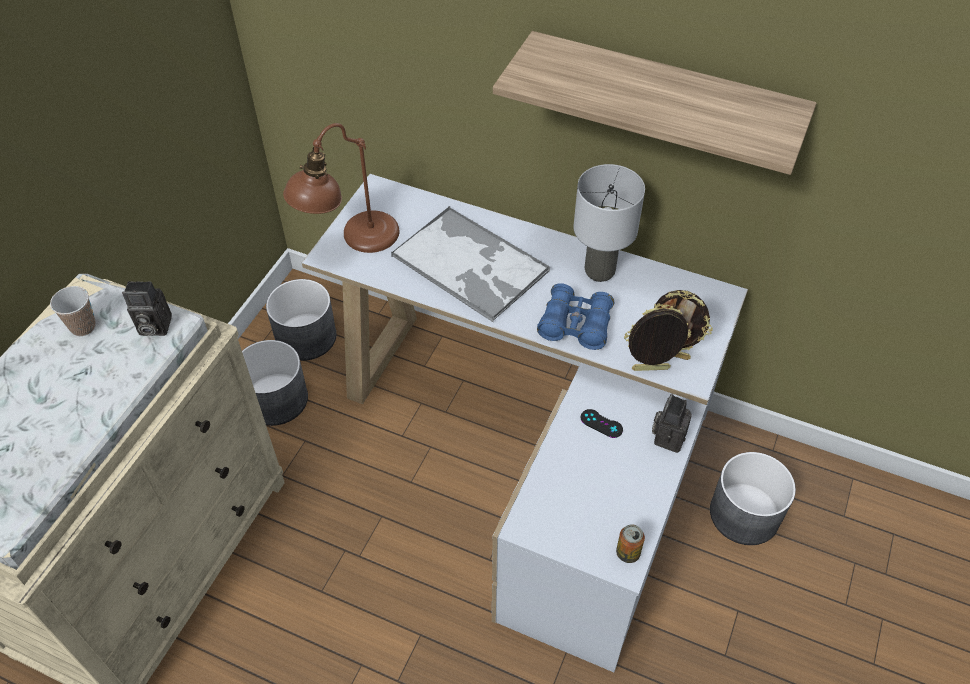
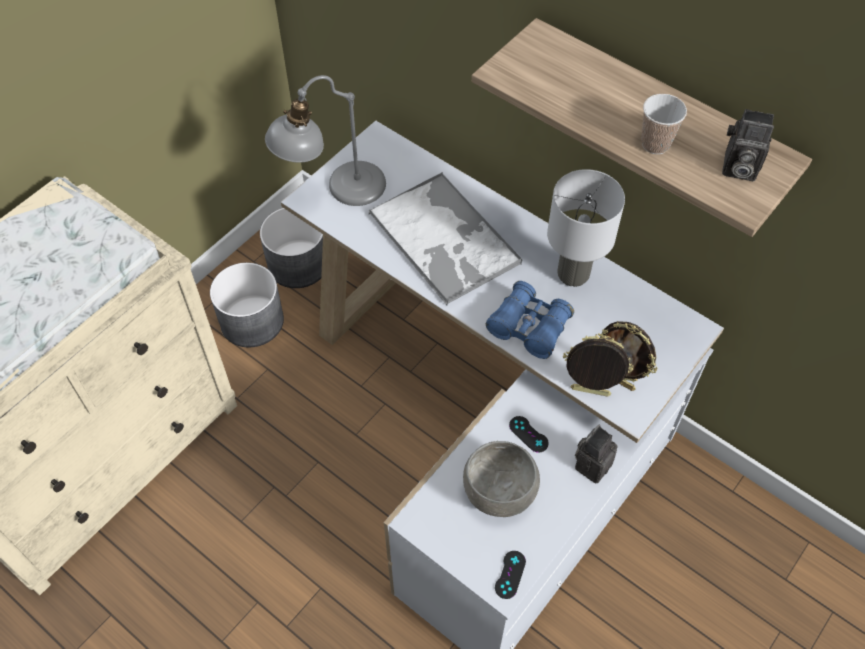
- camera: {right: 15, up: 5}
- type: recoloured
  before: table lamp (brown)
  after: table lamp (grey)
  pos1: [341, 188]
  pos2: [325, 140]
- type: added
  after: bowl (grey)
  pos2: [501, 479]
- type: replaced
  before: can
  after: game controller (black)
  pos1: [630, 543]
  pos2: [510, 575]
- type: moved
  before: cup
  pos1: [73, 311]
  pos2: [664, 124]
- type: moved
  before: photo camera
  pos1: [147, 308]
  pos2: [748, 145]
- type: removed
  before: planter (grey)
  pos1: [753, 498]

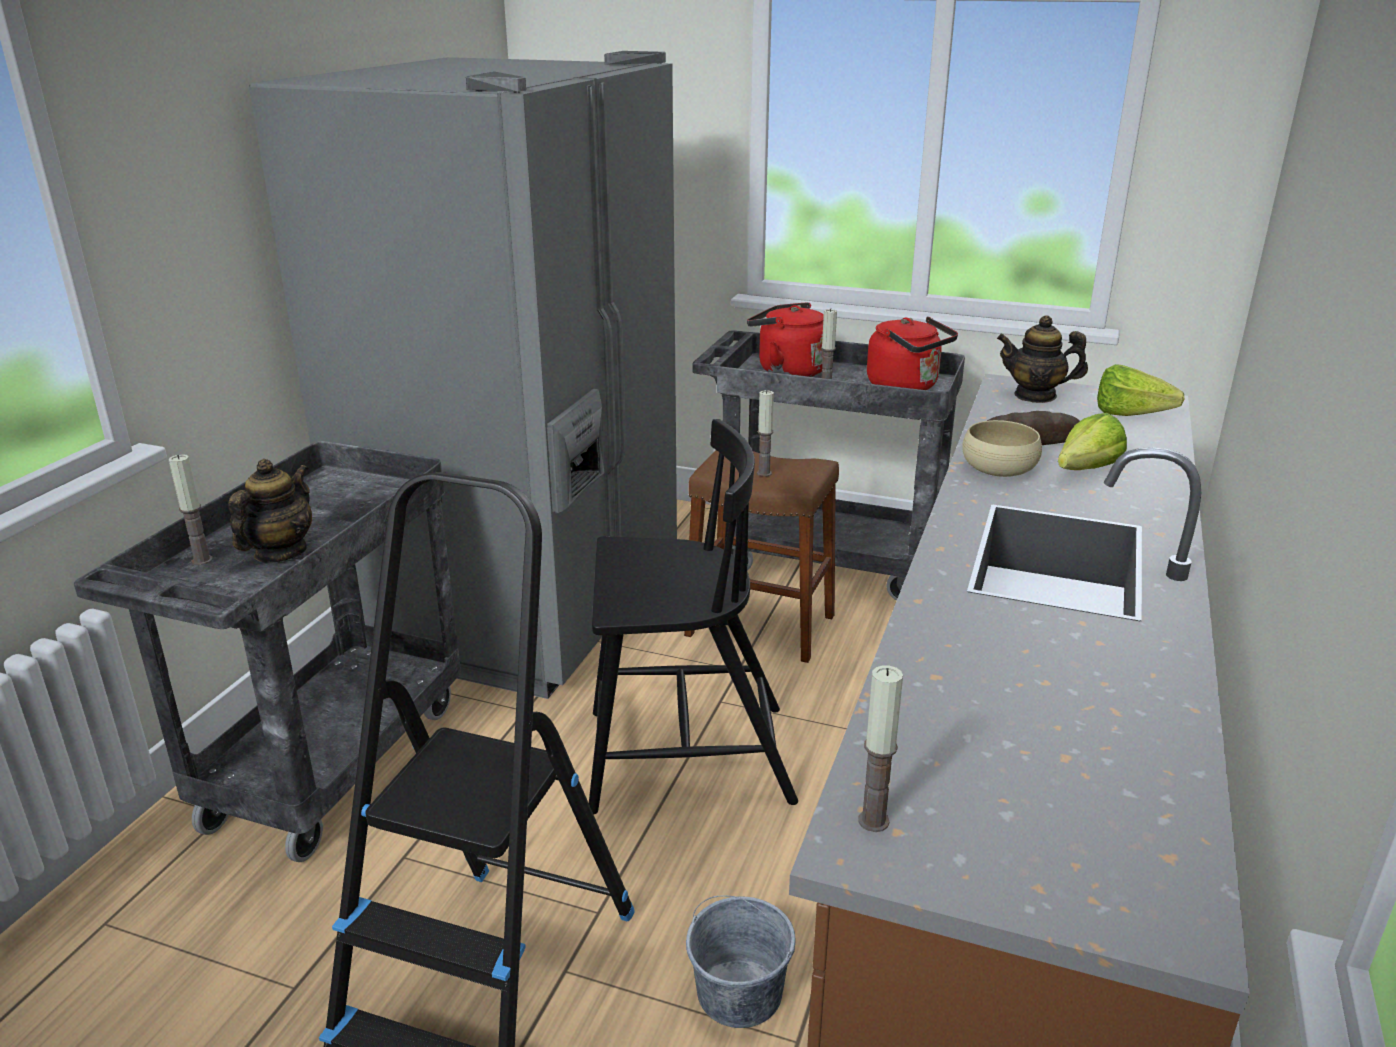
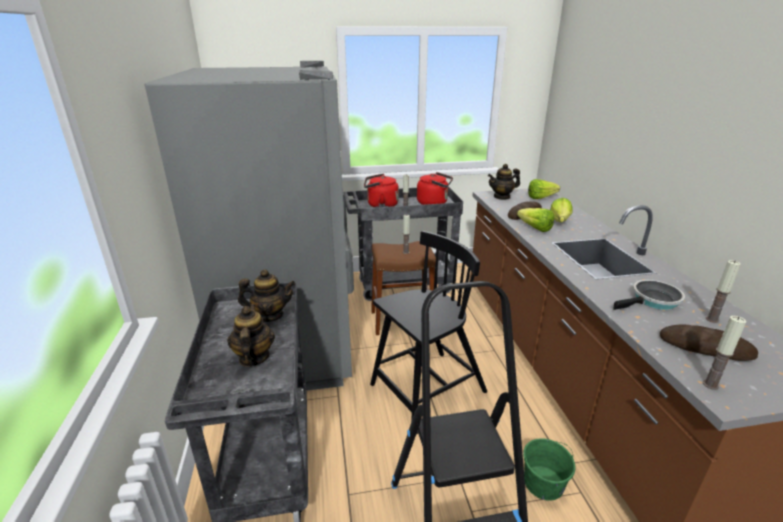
- camera: {right: -30, up: 0}
- type: added
  after: teapot
  pos2: [266, 295]
- type: replaced
  before: bowl (beige)
  after: lettuce
  pos1: [1002, 448]
  pos2: [535, 220]
- type: recoloured
  before: bucket (grey)
  after: bucket (green)
  pos1: [741, 961]
  pos2: [549, 469]
- type: added
  after: frying pan
  pos2: [649, 295]
- type: added
  after: bread
  pos2: [709, 343]
- type: moved
  before: candle
  pos1: [190, 509]
  pos2: [723, 291]

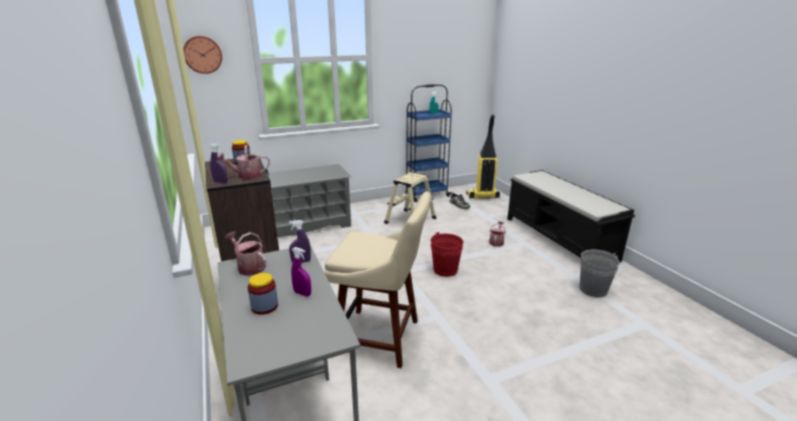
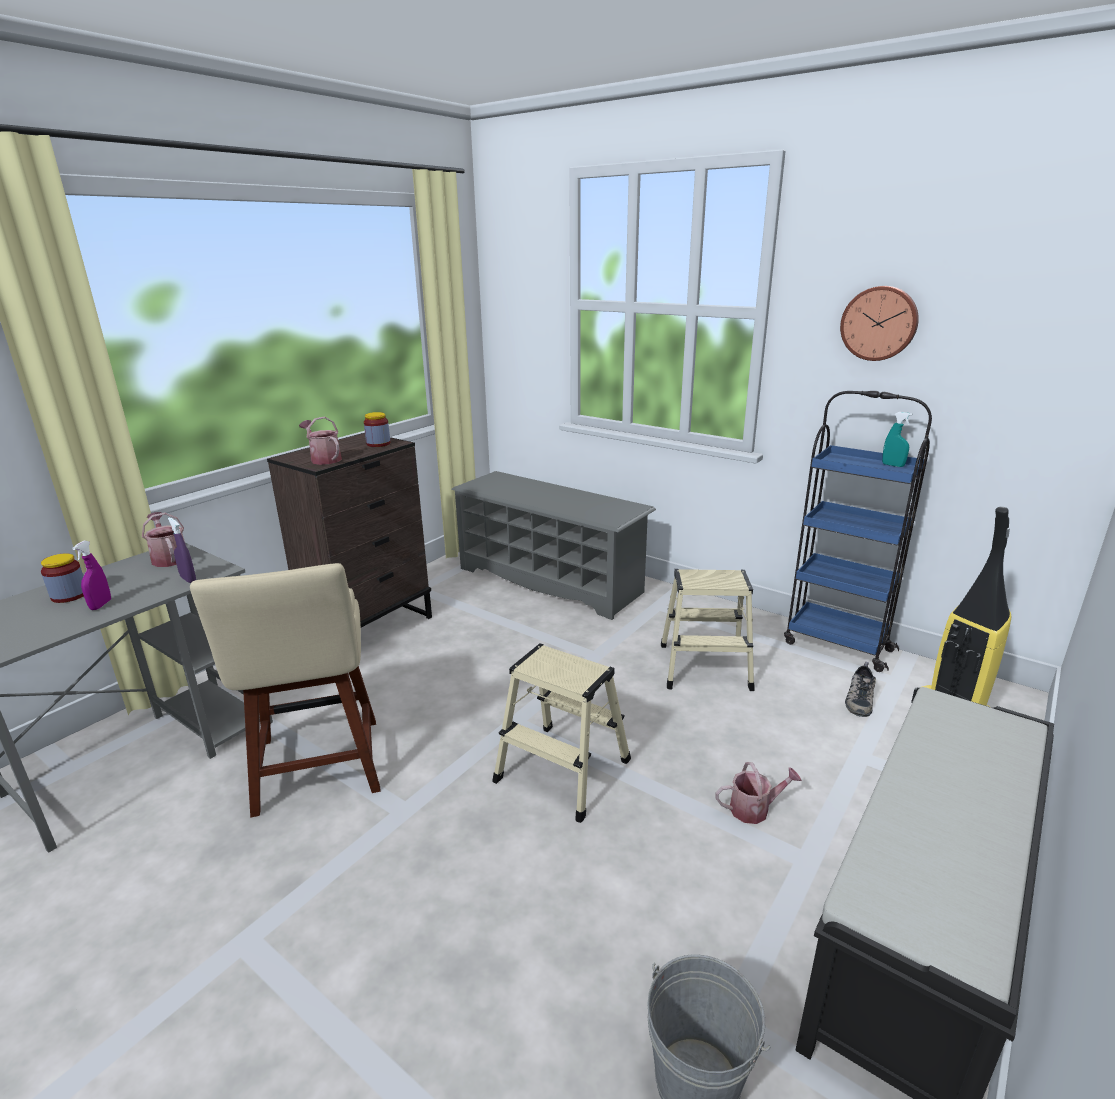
- camera: {right: 60, up: 0}
- type: turned
  before: watering can
  pos1: [245, 254]
  pos2: [164, 539]
  turn: -45
- type: replaced
  before: bucket (red)
  after: step ladder (beige)
  pos1: [446, 254]
  pos2: [561, 733]
- type: moved
  before: wall clock
  pos1: [202, 55]
  pos2: [879, 323]
- type: removed
  before: spray bottle (purple)
  pos1: [219, 163]

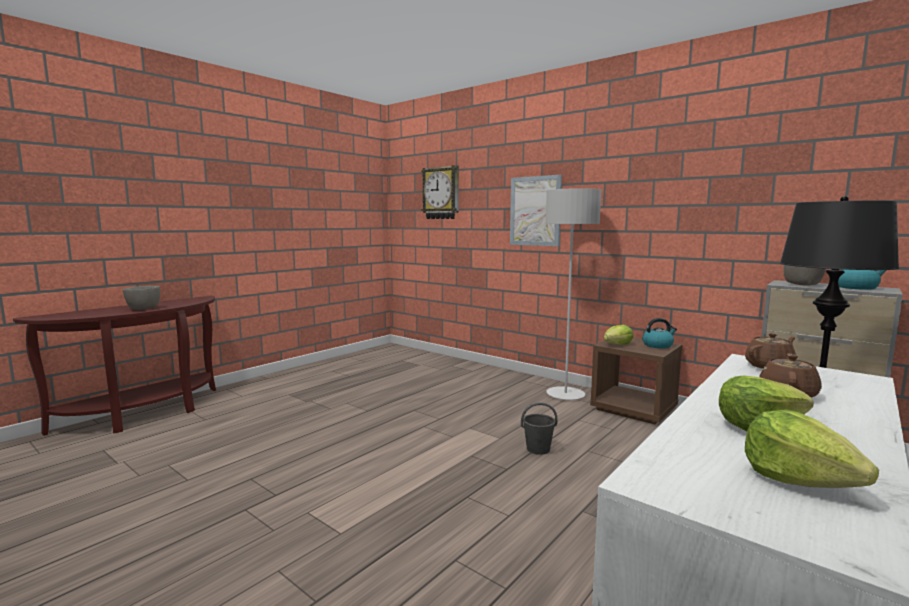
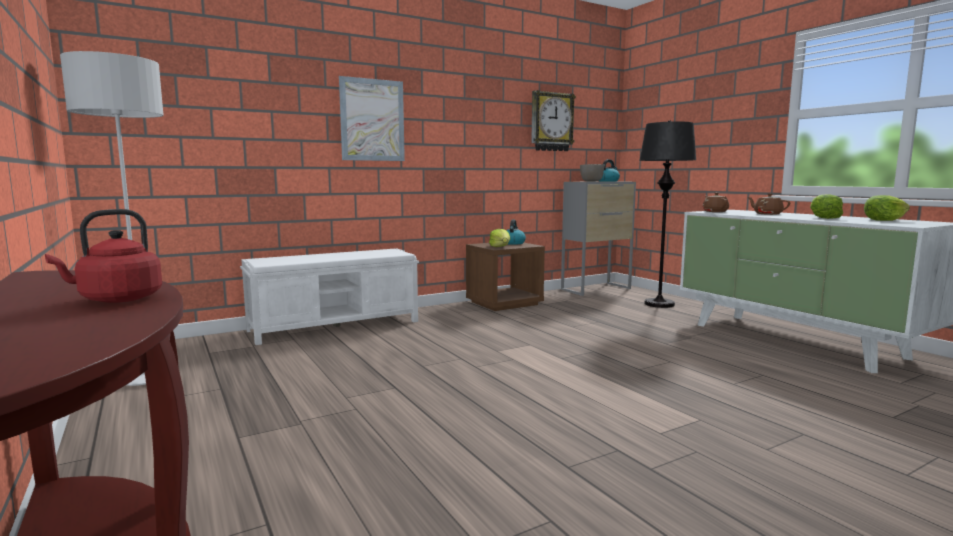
- camera: {right: -70, up: 0}
- type: replaced
  before: bowl (grey)
  after: kettle (red)
  pos1: [141, 298]
  pos2: [103, 256]
- type: moved
  before: floor lamp (grey)
  pos1: [573, 294]
  pos2: [112, 218]
- type: added
  after: bench (white)
  pos2: [329, 296]
- type: moved
  before: wall clock
  pos1: [440, 192]
  pos2: [553, 120]
- type: removed
  before: bucket (grey)
  pos1: [539, 428]

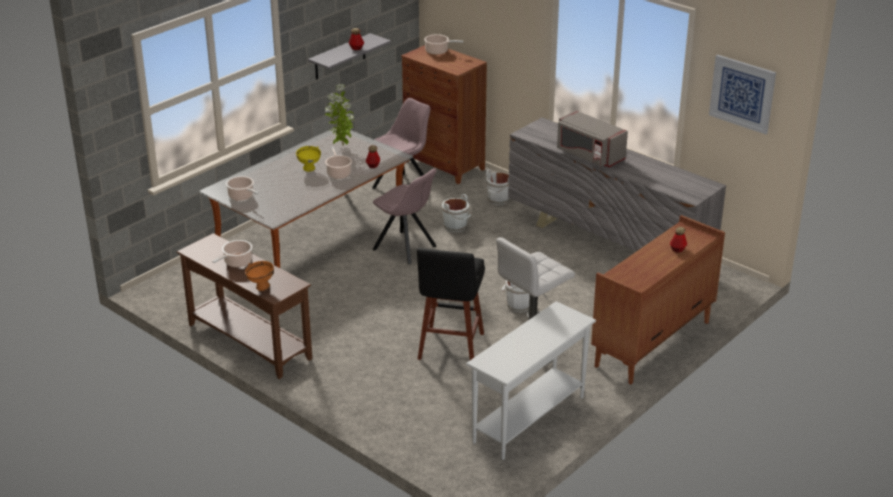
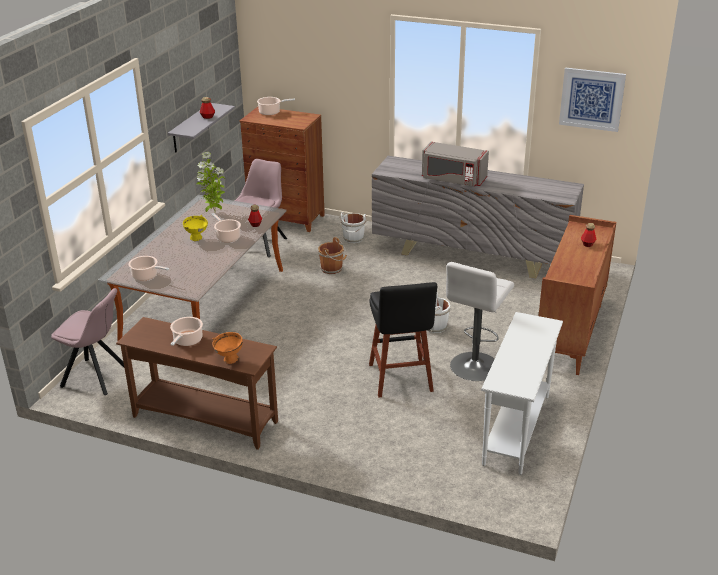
- camera: {right: -20, up: 0}
- type: moved
  before: chair (pink)
  pos1: [405, 216]
  pos2: [87, 341]
- type: recoloured
  before: bucket (white)
  after: bucket (brown)
  pos1: [457, 213]
  pos2: [332, 255]

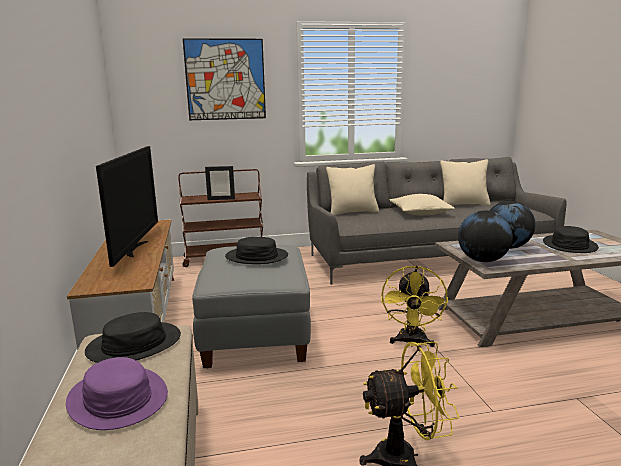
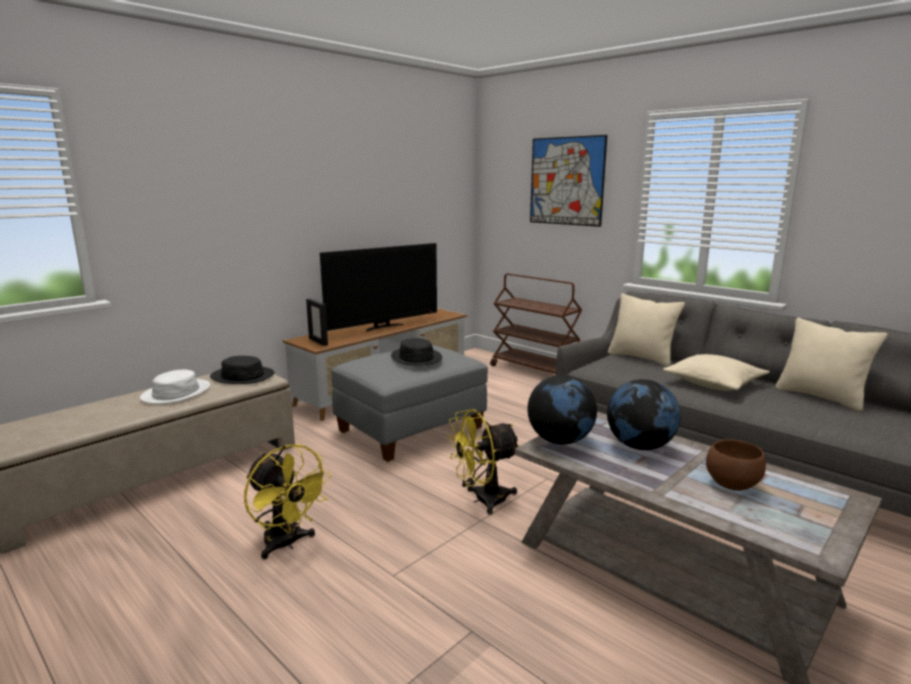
- camera: {right: 55, up: 0}
- type: recoloured
  before: hat (purple)
  after: hat (white)
  pos1: [117, 393]
  pos2: [175, 387]
- type: moved
  before: picture frame
  pos1: [220, 183]
  pos2: [317, 322]
- type: replaced
  before: hat (black)
  after: bowl (brown)
  pos1: [571, 239]
  pos2: [736, 465]

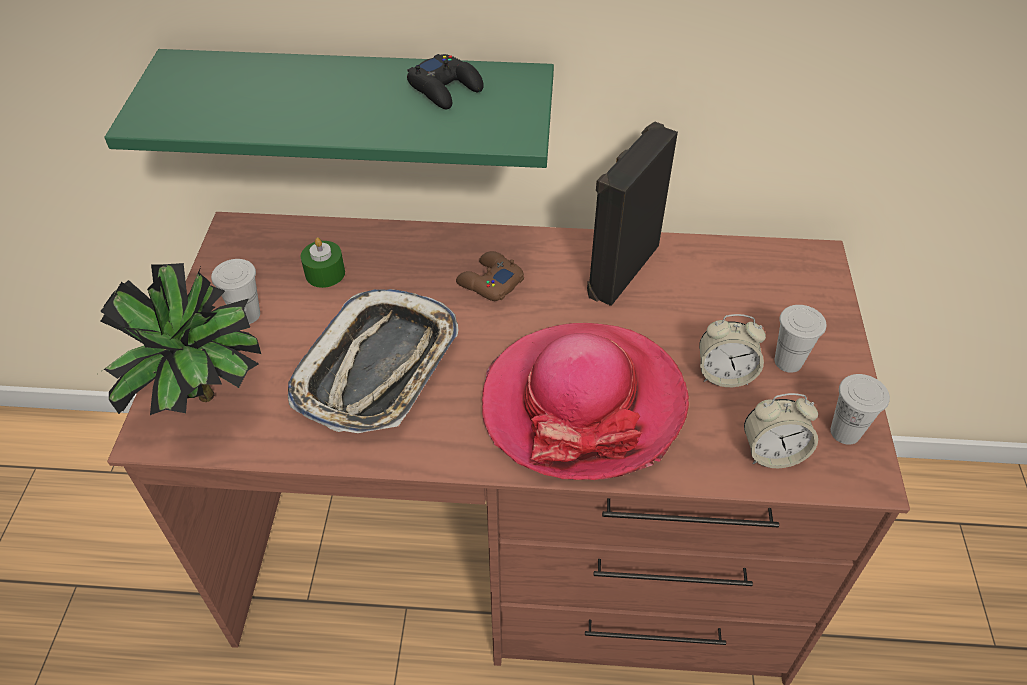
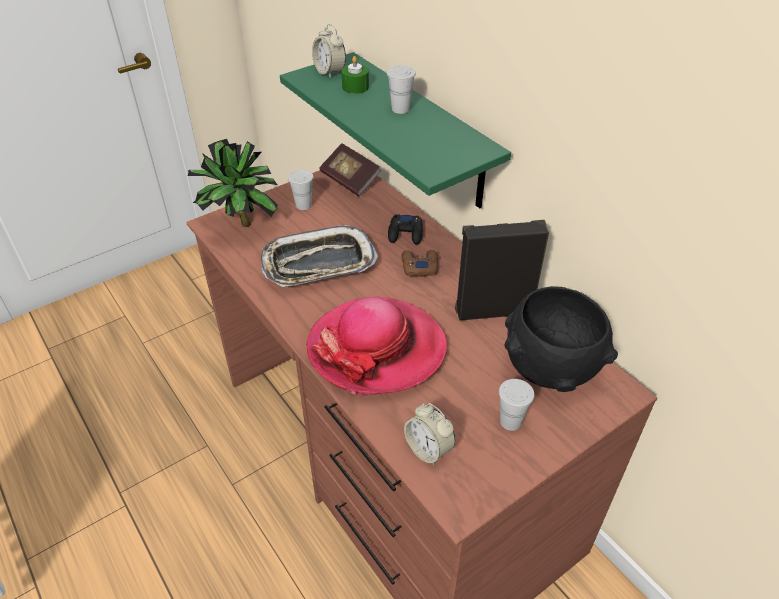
- camera: {right: 50, up: -5}
- type: moved
  before: alarm clock
  pos1: [732, 350]
  pos2: [329, 51]
- type: added
  after: book
  pos2: [350, 170]
- type: moved
  before: candle (green)
  pos1: [323, 263]
  pos2: [355, 75]
- type: moved
  before: cup (white)
  pos1: [860, 409]
  pos2: [401, 89]
- type: moved
  before: game controller (black)
  pos1: [445, 81]
  pos2: [405, 229]
- type: added
  after: bowl (black)
  pos2: [561, 339]

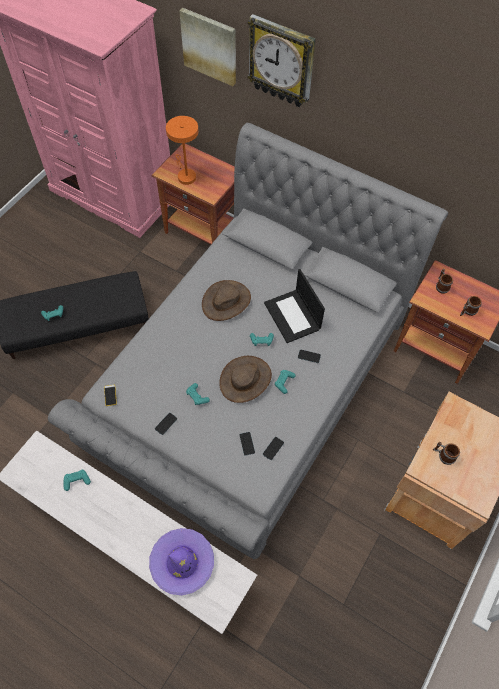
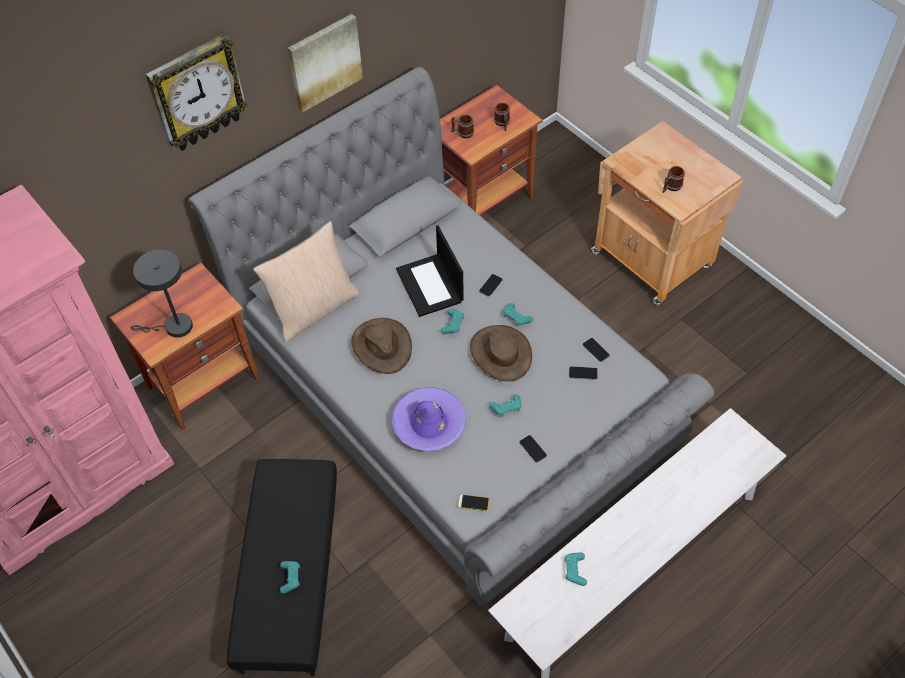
- camera: {right: -70, up: -5}
- type: recoloured
  before: table lamp (orange)
  after: table lamp (grey)
  pos1: [182, 150]
  pos2: [162, 294]
- type: added
  after: pillow (beige)
  pos2: [306, 281]
- type: moved
  before: picture
  pos1: [207, 47]
  pos2: [325, 63]
- type: moved
  before: hat (purple)
  pos1: [181, 561]
  pos2: [429, 419]
- type: turned
  before: laptop
  pos1: [294, 306]
  pos2: [430, 271]
  turn: 75

